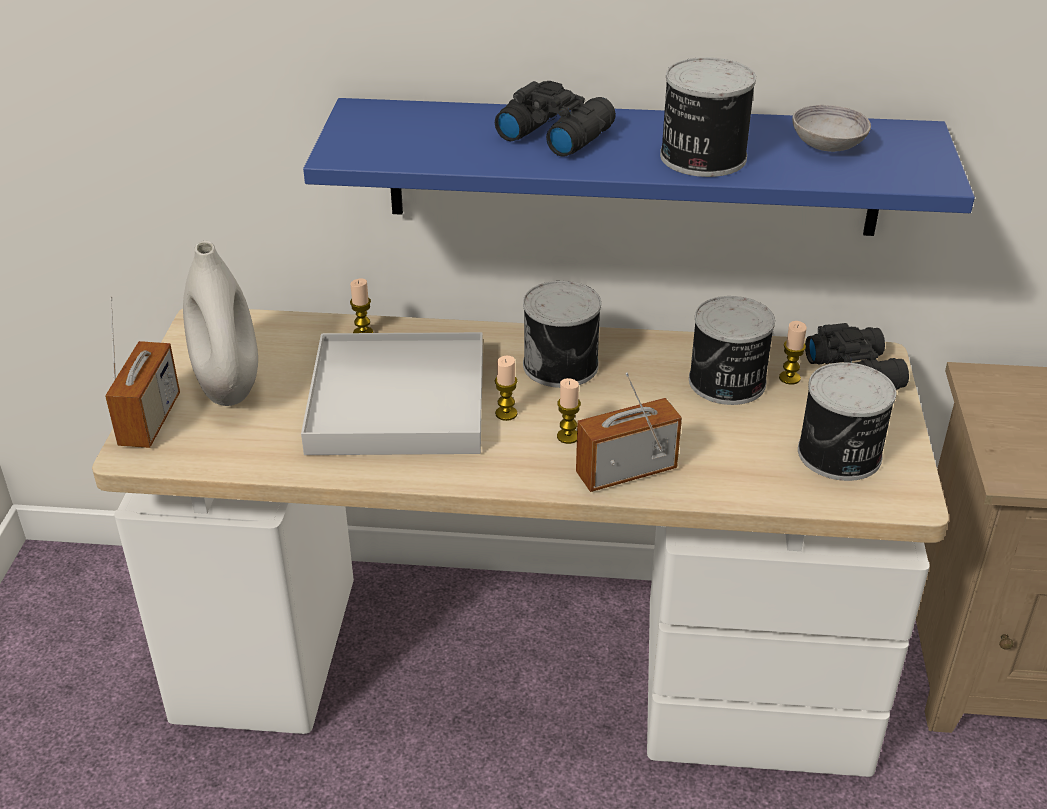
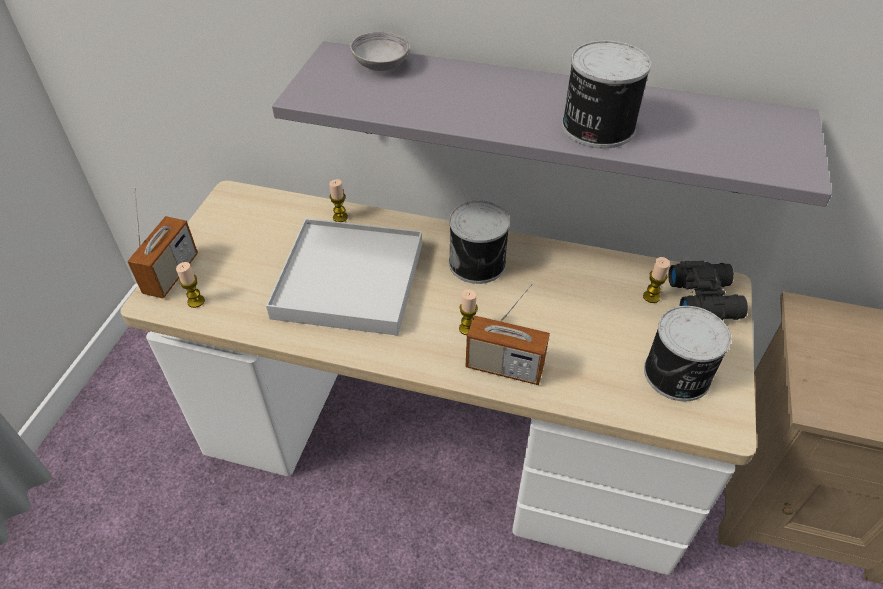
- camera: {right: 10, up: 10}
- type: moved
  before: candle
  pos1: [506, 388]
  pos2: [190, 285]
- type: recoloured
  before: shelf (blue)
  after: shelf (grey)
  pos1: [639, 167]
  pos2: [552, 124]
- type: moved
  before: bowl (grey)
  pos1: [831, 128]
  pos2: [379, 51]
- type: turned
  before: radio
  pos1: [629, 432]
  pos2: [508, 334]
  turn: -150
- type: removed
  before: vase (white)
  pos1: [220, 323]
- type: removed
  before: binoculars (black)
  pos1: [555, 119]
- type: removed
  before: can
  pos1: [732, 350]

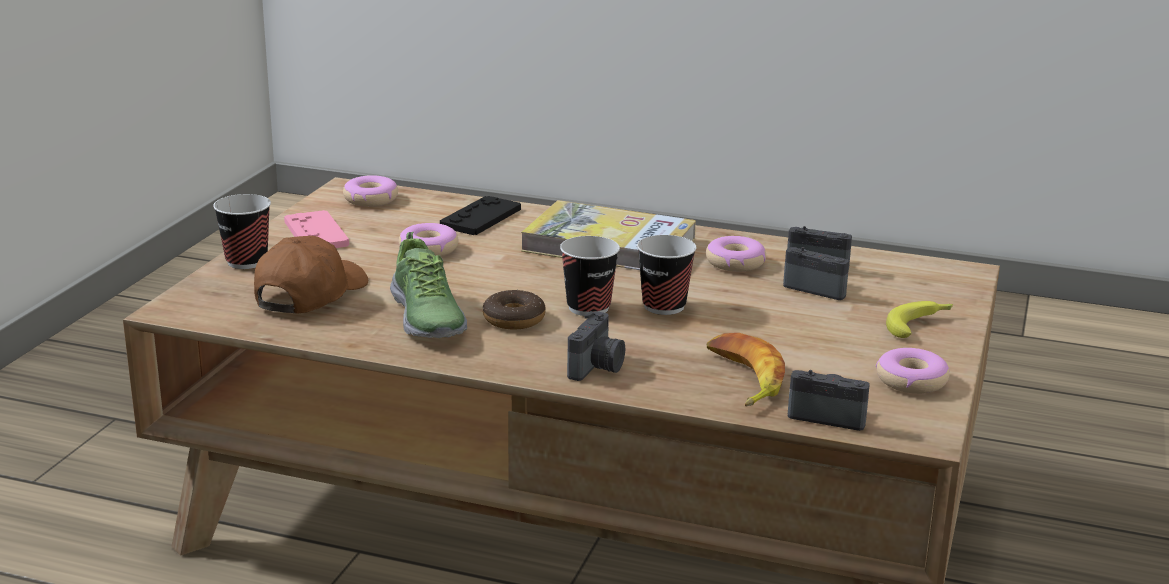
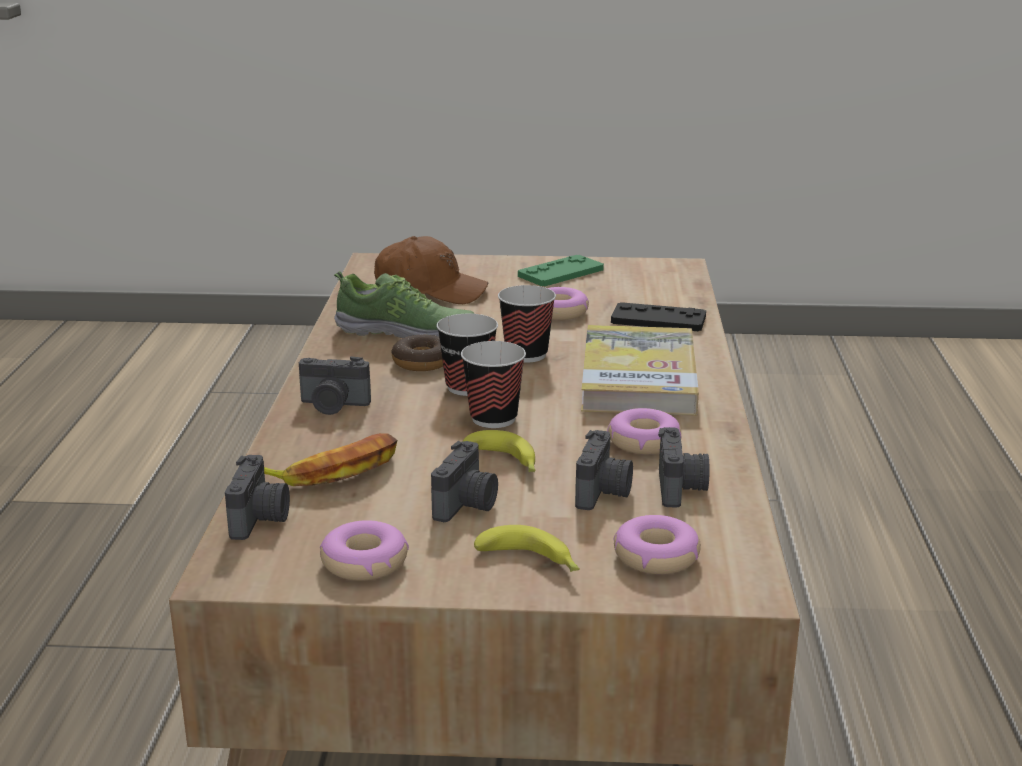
- camera: {right: 75, up: 0}
- type: turned
  before: shoe
  pos1: [428, 284]
  pos2: [404, 304]
  turn: -135
- type: added
  after: photo camera
  pos2: [464, 481]
- type: added
  after: banana
  pos2: [499, 451]
- type: moved
  before: cup
  pos1: [242, 231]
  pos2: [527, 324]
- type: recoloured
  before: game controller (pink)
  after: game controller (green)
  pos1: [316, 229]
  pos2: [561, 270]
- type: moved
  before: donut
  pos1: [370, 191]
  pos2: [657, 544]

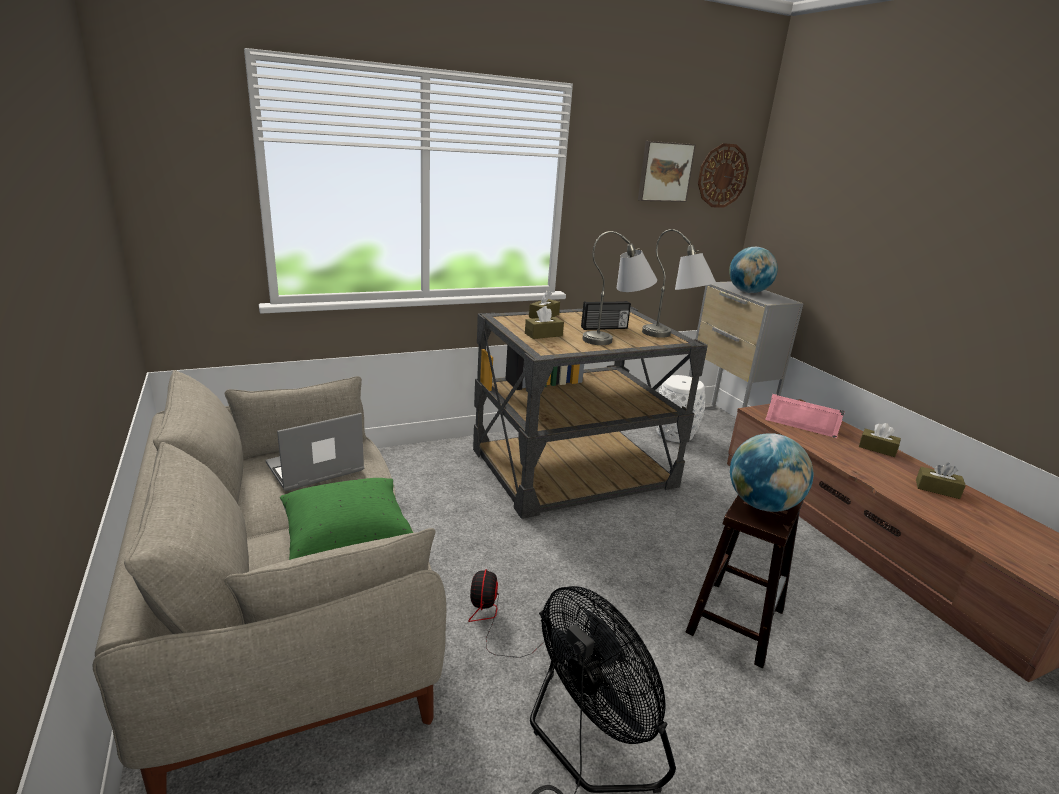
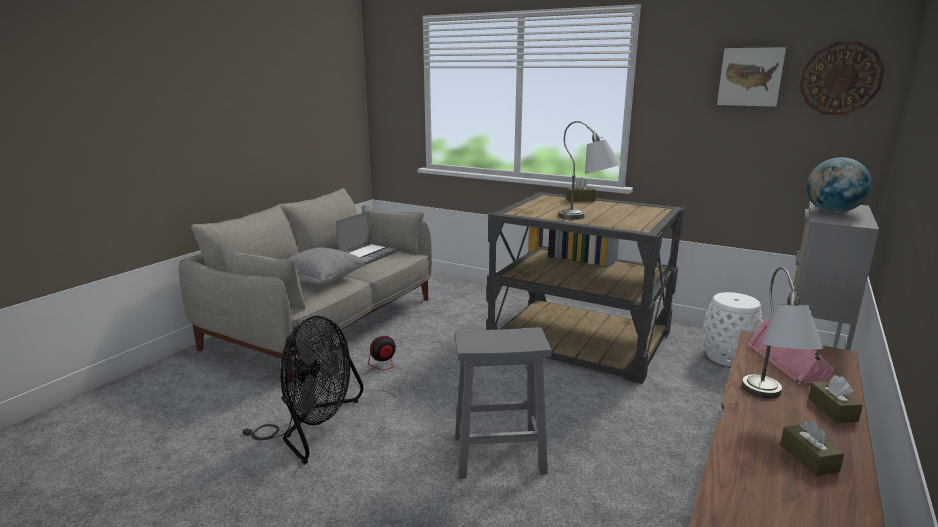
- camera: {right: 55, up: -5}
- type: recoloured
  before: pillow (green)
  after: pillow (grey)
  pos1: [347, 519]
  pos2: [327, 265]
- type: turned
  before: laptop
  pos1: [314, 452]
  pos2: [366, 237]
  turn: 105
- type: recoloured
  before: stool (brown)
  after: stool (grey)
  pos1: [745, 581]
  pos2: [503, 403]
- type: moved
  before: table lamp (grey)
  pos1: [679, 283]
  pos2: [782, 333]
- type: removed
  before: tissue box (brown)
  pos1: [544, 322]
- type: removed
  before: radio
  pos1: [606, 315]
- type: removed
  before: globe
  pos1: [771, 472]

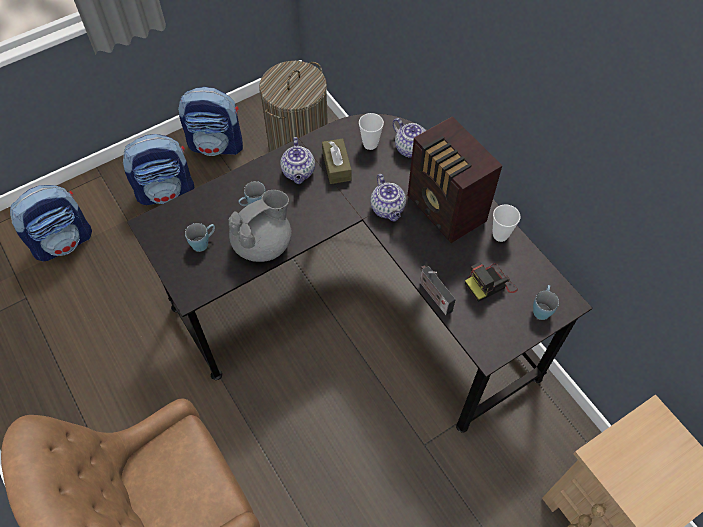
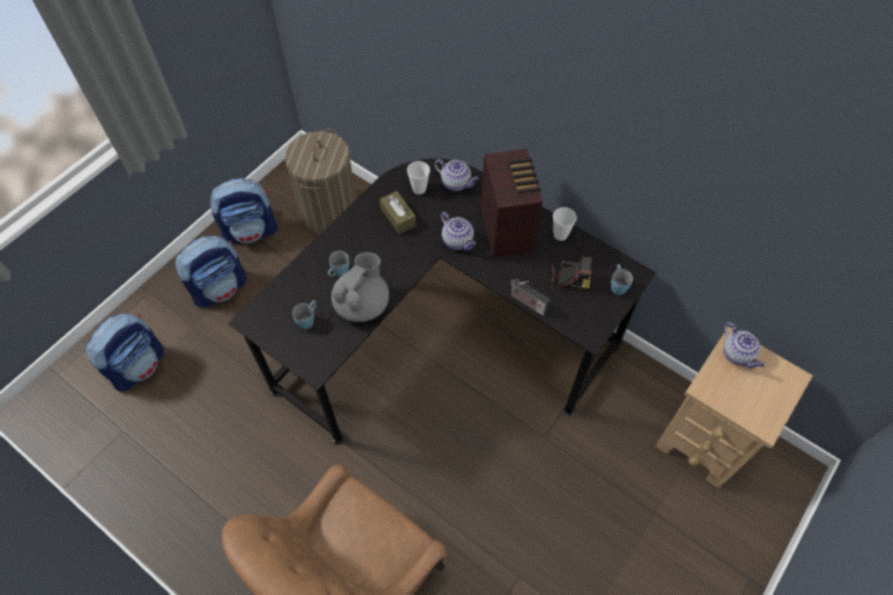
- camera: {right: -20, up: 0}
- type: turned
  before: radio
  pos1: [455, 179]
  pos2: [512, 203]
  turn: -135
- type: turned
  before: photo camera
  pos1: [491, 282]
  pos2: [571, 274]
  turn: -120
- type: moved
  before: teapot
  pos1: [297, 160]
  pos2: [743, 345]

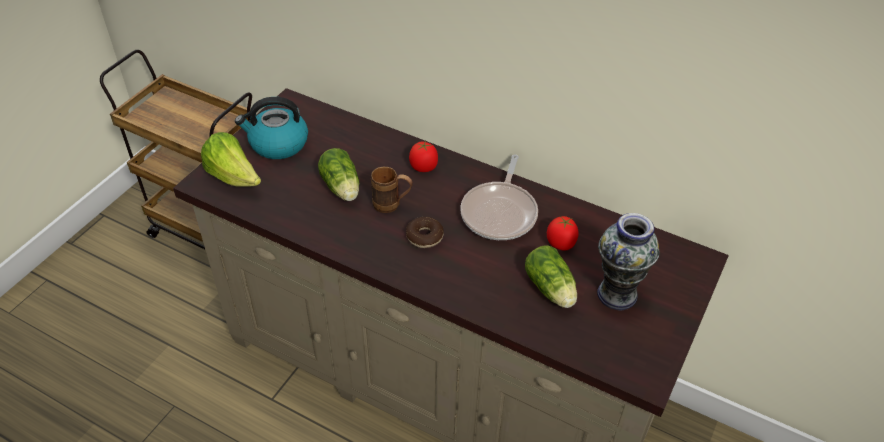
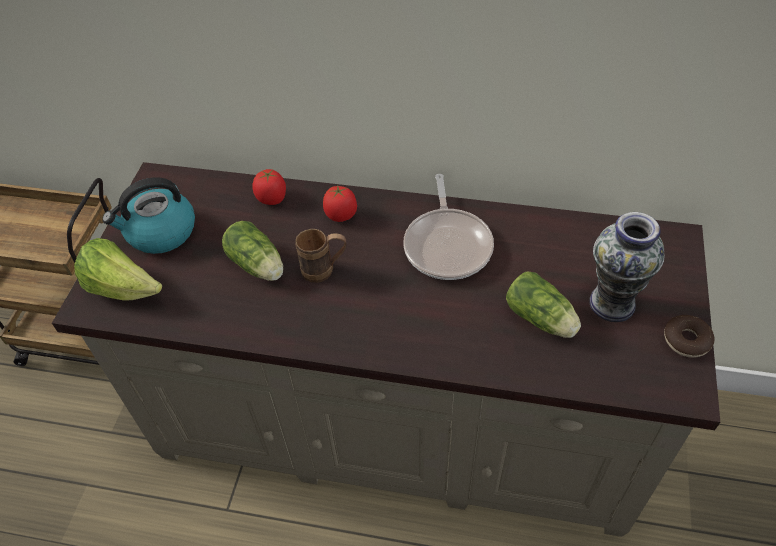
- camera: {right: -15, up: 5}
- type: moved
  before: tomato
  pos1: [563, 233]
  pos2: [269, 187]
- type: moved
  before: donut
  pos1: [425, 232]
  pos2: [689, 336]

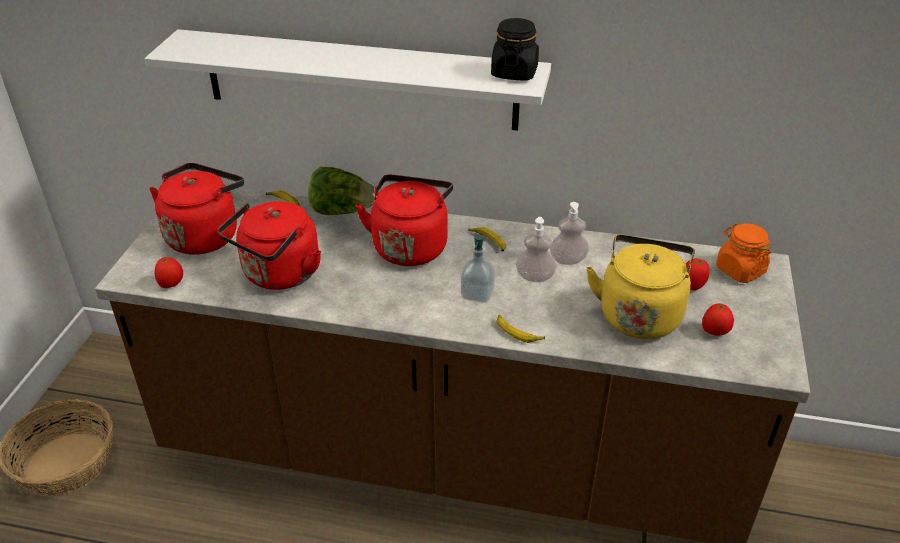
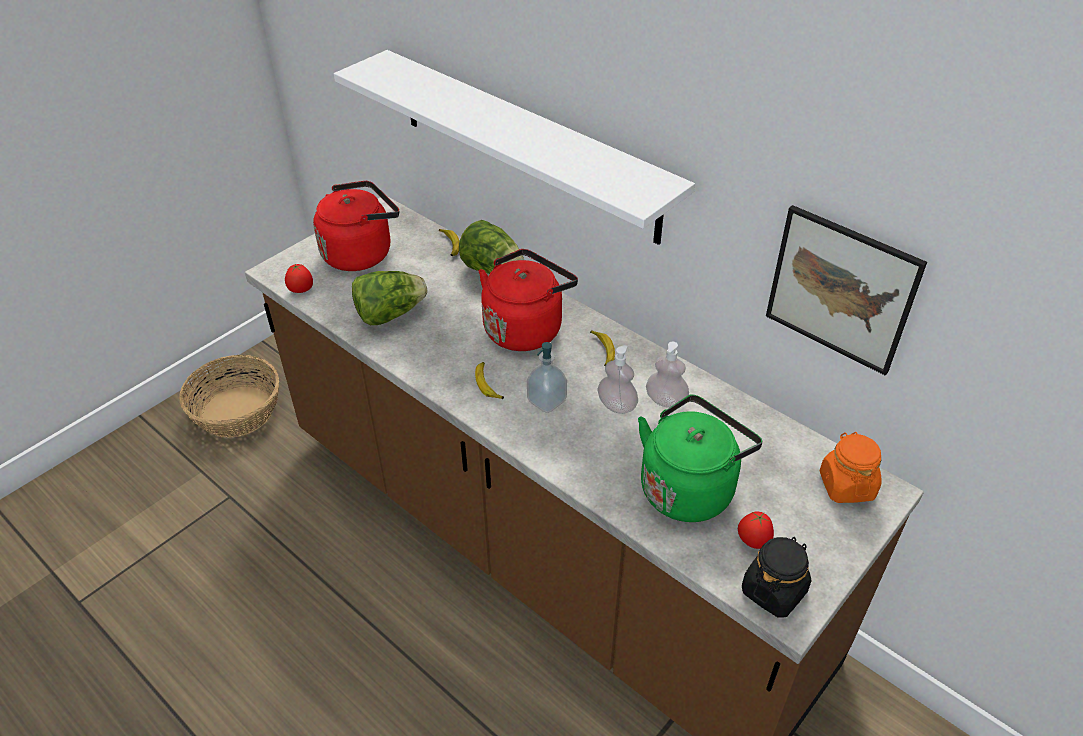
- camera: {right: 30, up: 5}
- type: replaced
  before: kettle (red)
  after: lettuce
  pos1: [269, 245]
  pos2: [390, 298]
- type: moved
  before: banana
  pos1: [521, 329]
  pos2: [489, 380]
- type: recoloured
  before: kettle (yellow)
  after: kettle (green)
  pos1: [640, 286]
  pos2: [700, 458]
- type: moved
  before: jar (black)
  pos1: [515, 49]
  pos2: [776, 577]
- type: added
  after: picture
  pos2: [846, 290]
- type: removed
  before: tomato
  pos1: [698, 274]

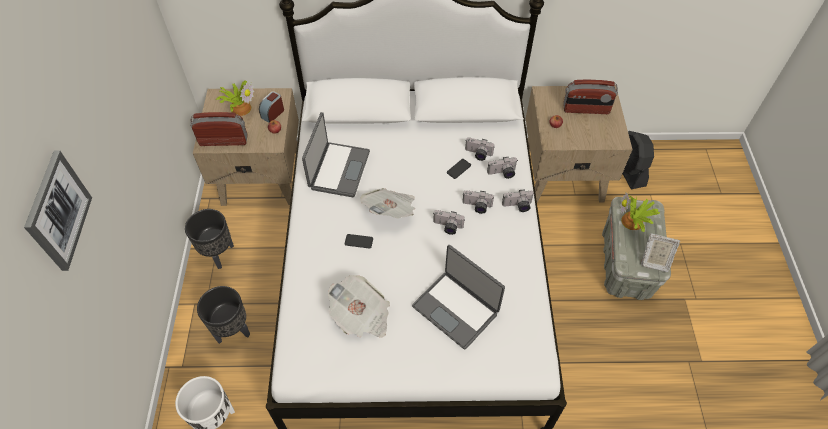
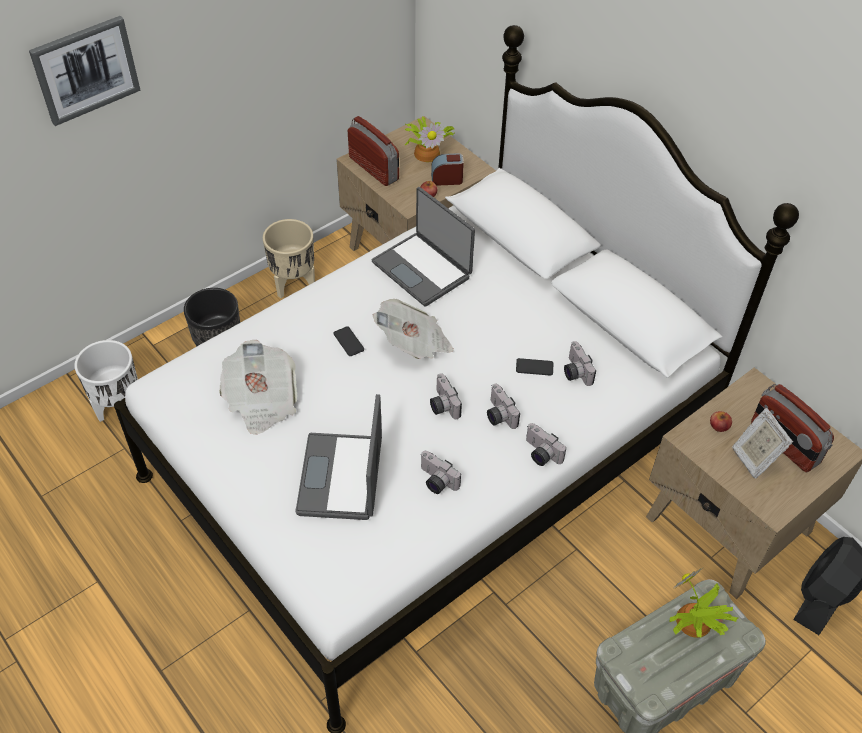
- camera: {right: 50, up: -5}
- type: recoloured
  before: planter (black)
  after: planter (beige)
  pos1: [209, 239]
  pos2: [289, 258]
- type: turned
  before: laptop
  pos1: [336, 154]
  pos2: [423, 247]
  turn: 75
- type: moved
  before: photo camera
  pos1: [502, 168]
  pos2: [440, 472]
- type: moved
  before: picture frame
  pos1: [660, 252]
  pos2: [762, 443]

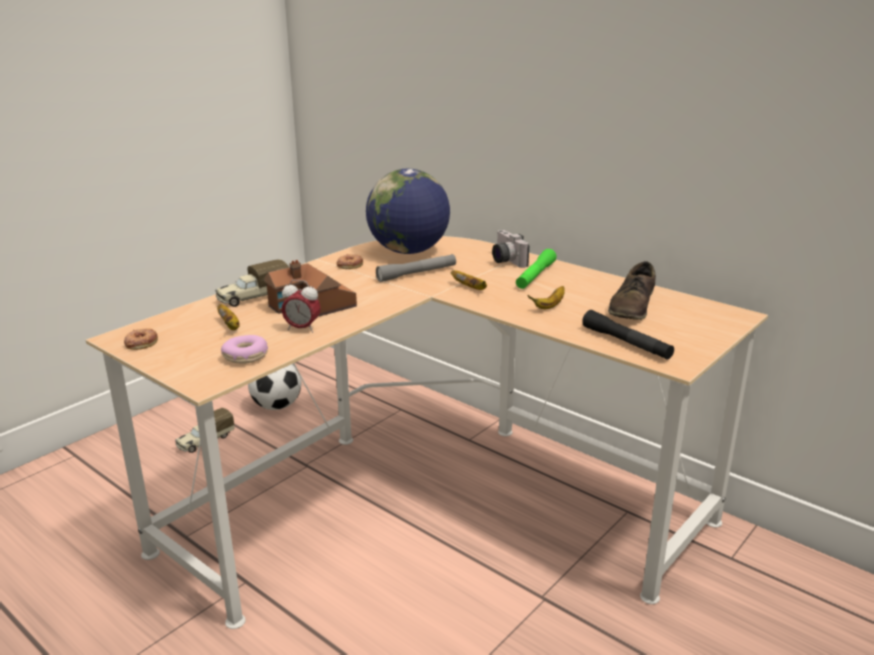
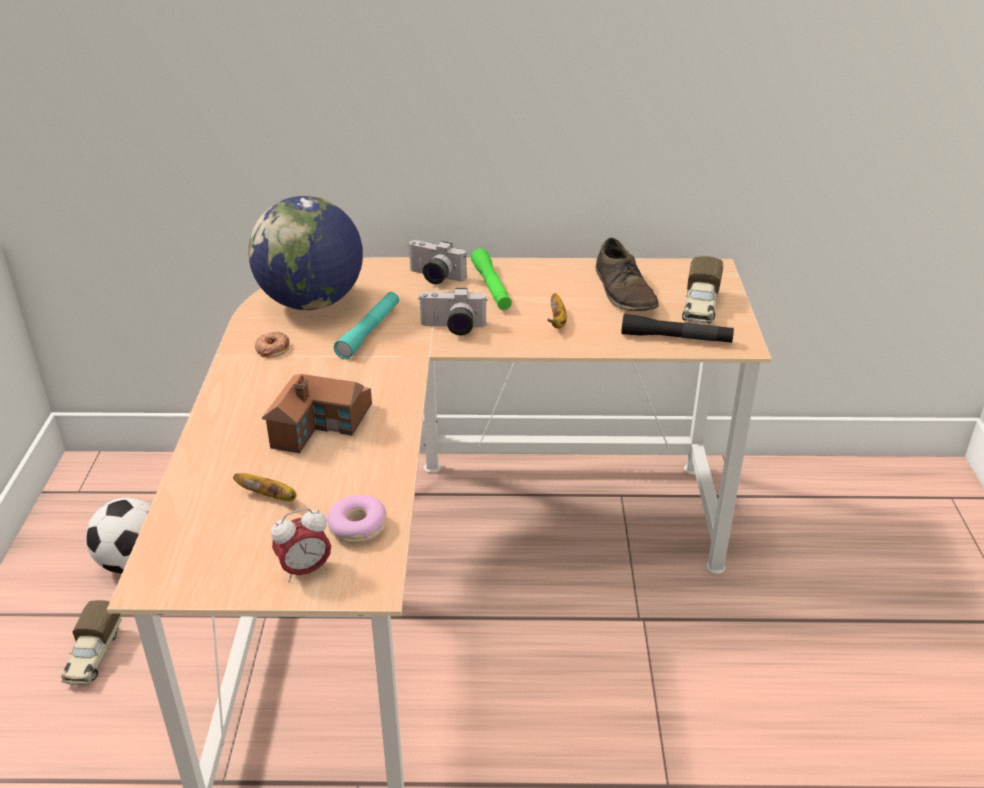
- camera: {right: -40, up: 10}
- type: moved
  before: alarm clock
  pos1: [301, 306]
  pos2: [301, 545]
- type: recoloured
  before: flashlight (grey)
  after: flashlight (turquoise)
  pos1: [416, 268]
  pos2: [366, 325]
- type: replaced
  before: banana
  after: photo camera
  pos1: [469, 280]
  pos2: [453, 311]
- type: moved
  before: toy truck
  pos1: [252, 283]
  pos2: [702, 290]
- type: removed
  before: donut
  pos1: [141, 339]

